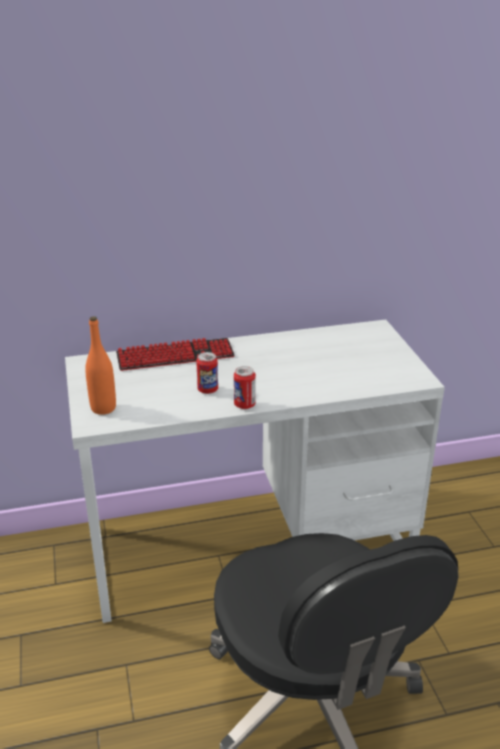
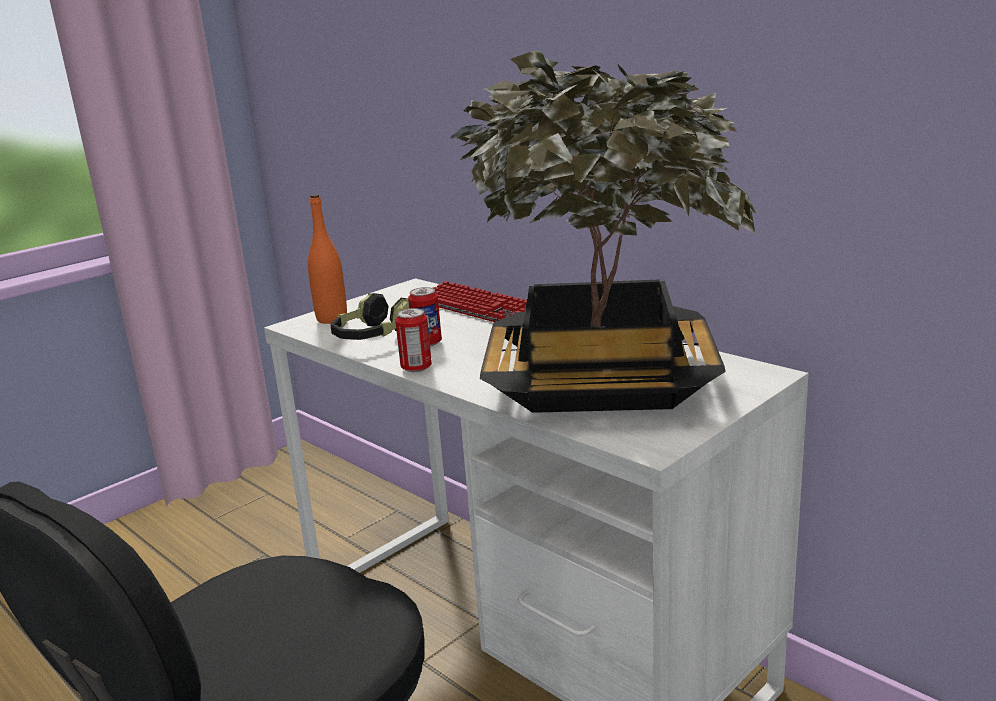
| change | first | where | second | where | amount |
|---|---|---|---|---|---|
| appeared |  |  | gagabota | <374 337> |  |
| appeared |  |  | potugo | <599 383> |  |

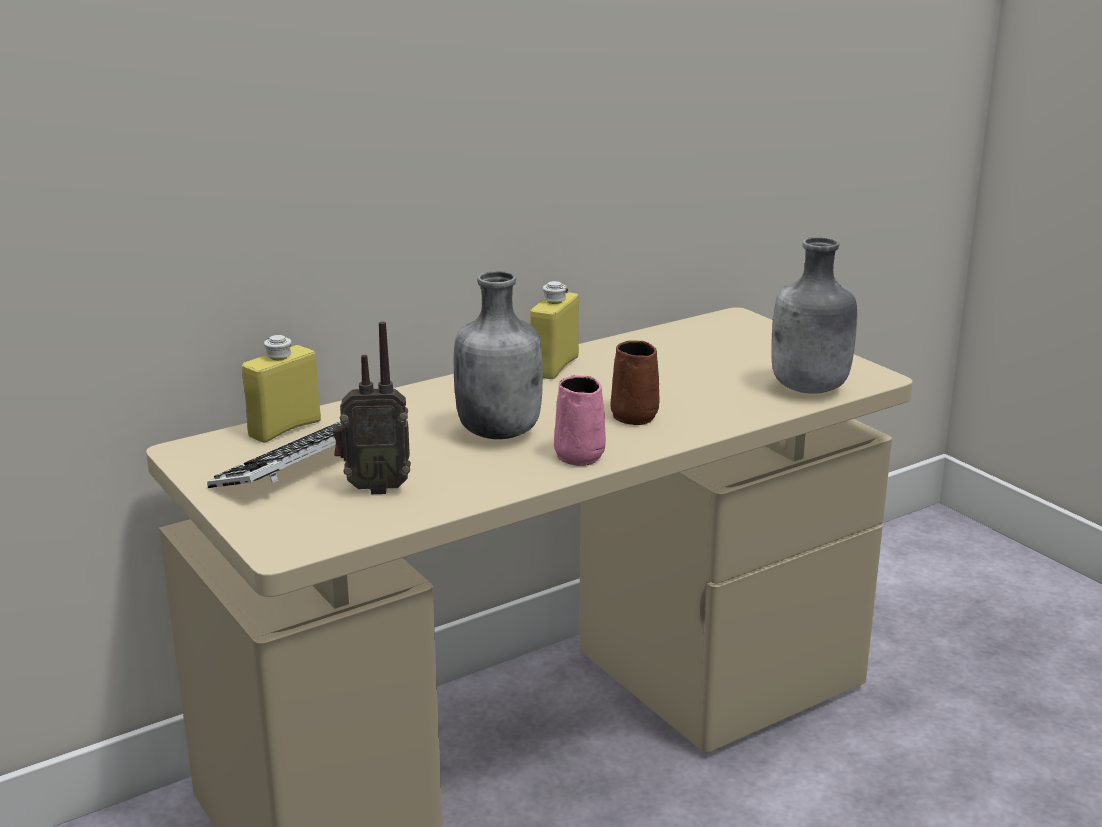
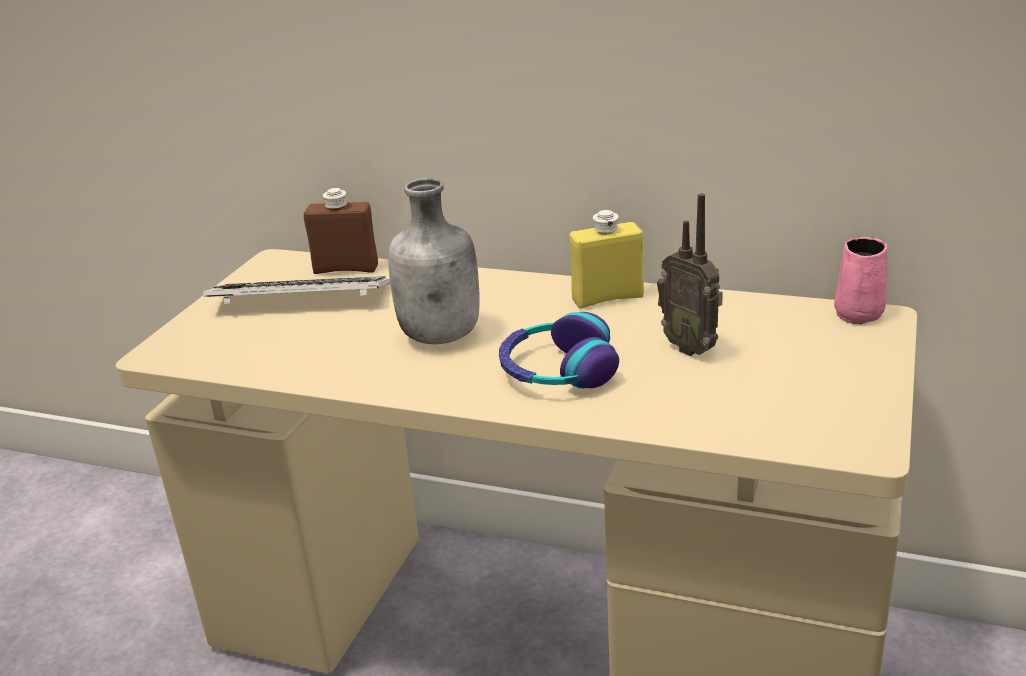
| change | first | where | second | where | amount |
|---|---|---|---|---|---|
| colour | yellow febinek | <285 428> | brown febinek | <346 269> |  |
| relocated | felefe | <375 487> |  | <691 347> |  |
| relocated | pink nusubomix | <579 455> |  | <860 313> |  |
| exchanged | brown nusubomix | <633 415> | gagabota | <557 371> |  |
| missing | grey febinek | <810 389> |  |  |  |

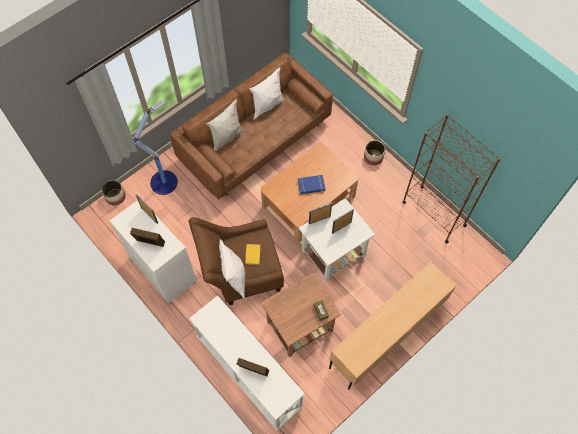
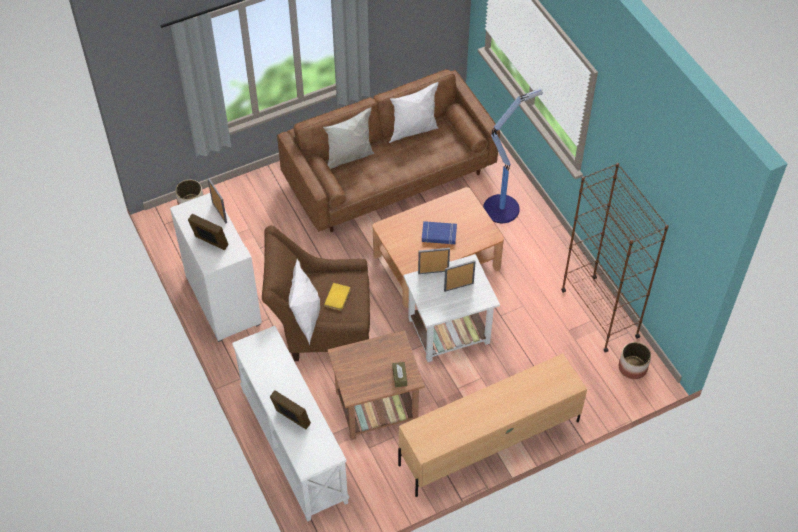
| change | first | where | second | where | amount |
|---|---|---|---|---|---|
| relocated | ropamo | <165 181> |  | <502 208> |  |
| relocated | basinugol | <373 157> |  | <632 367> |  |

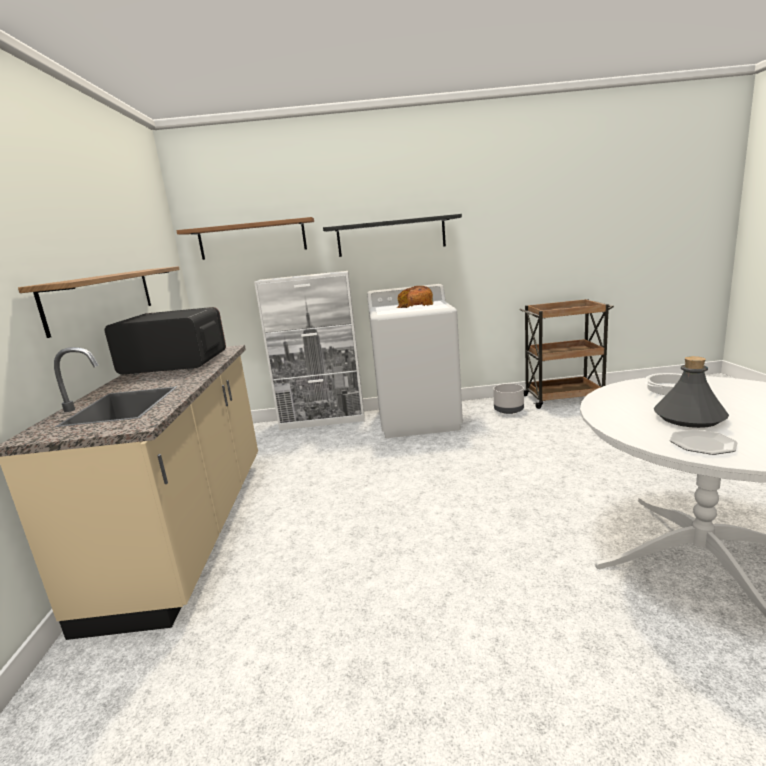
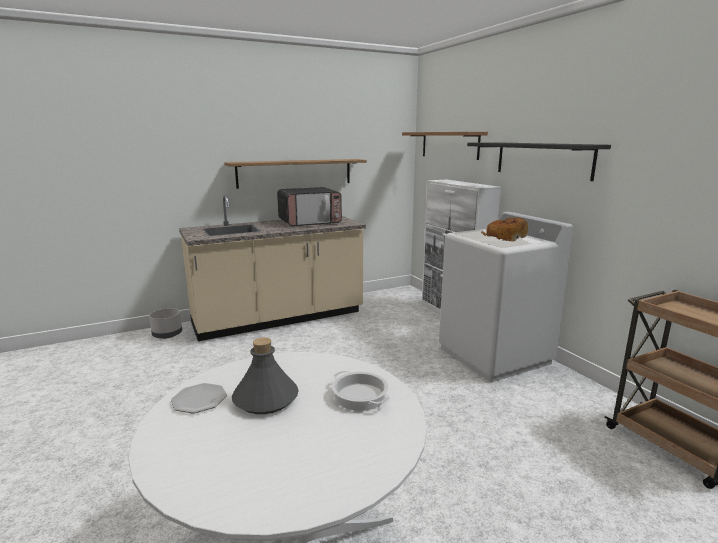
| change | first | where | second | where | amount |
|---|---|---|---|---|---|
| spun | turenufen | <174 364> |  | <310 222> | 90 degrees clockwise |
| relocated | grey basinugol | <508 410> |  | <167 334> |  |

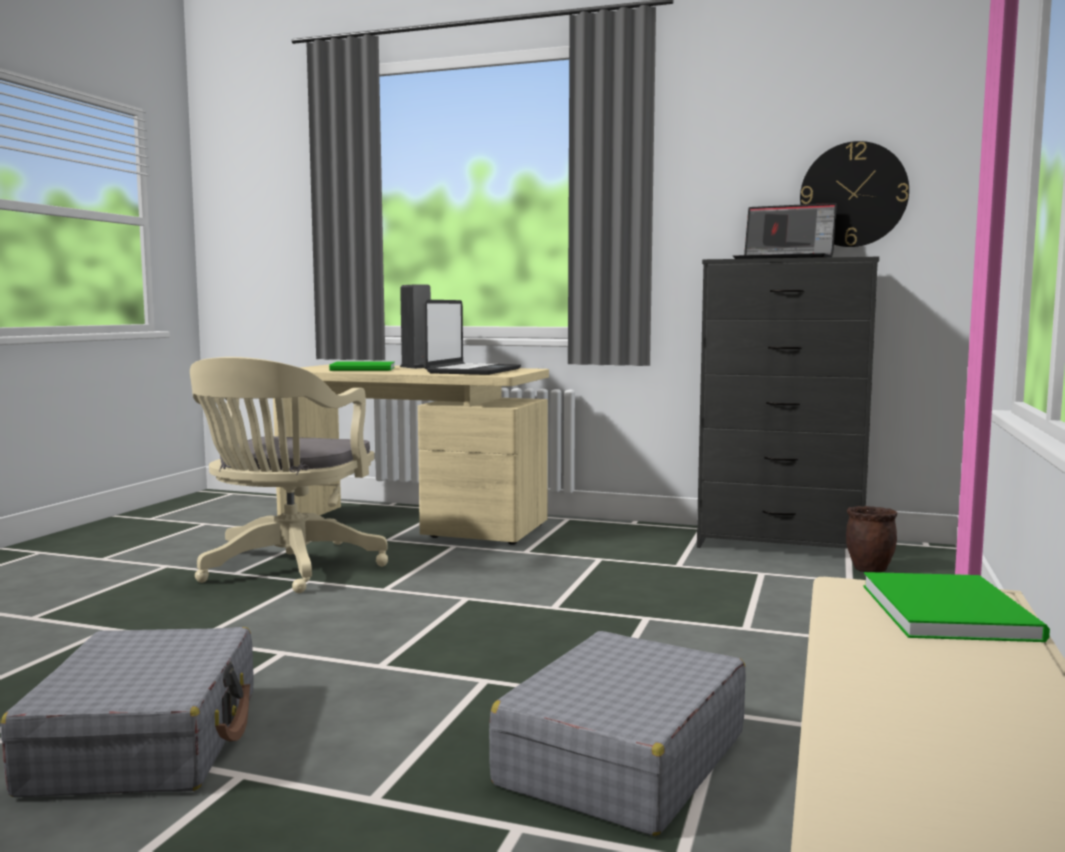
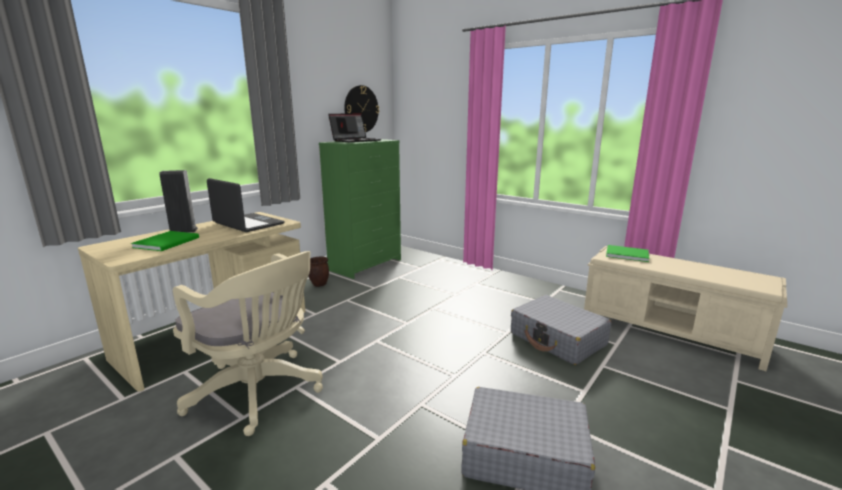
| change | first | where | second | where | amount |
|---|---|---|---|---|---|
| colour | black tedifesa | <781 544> | green tedifesa | <366 264> |  |
| relocated | brown basinugol | <870 569> |  | <319 284> |  |

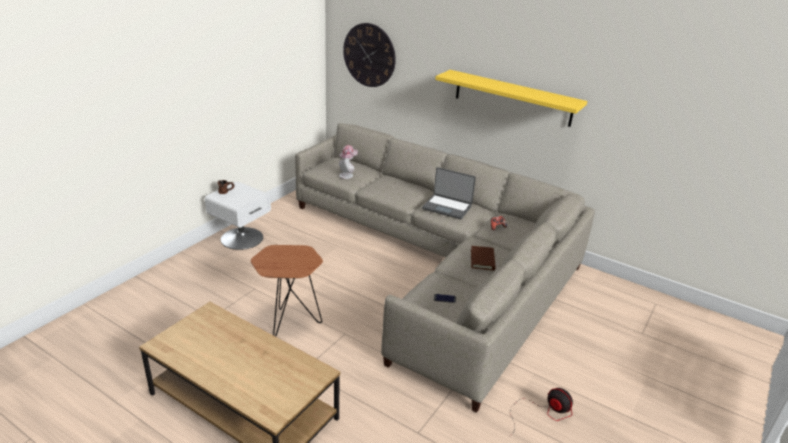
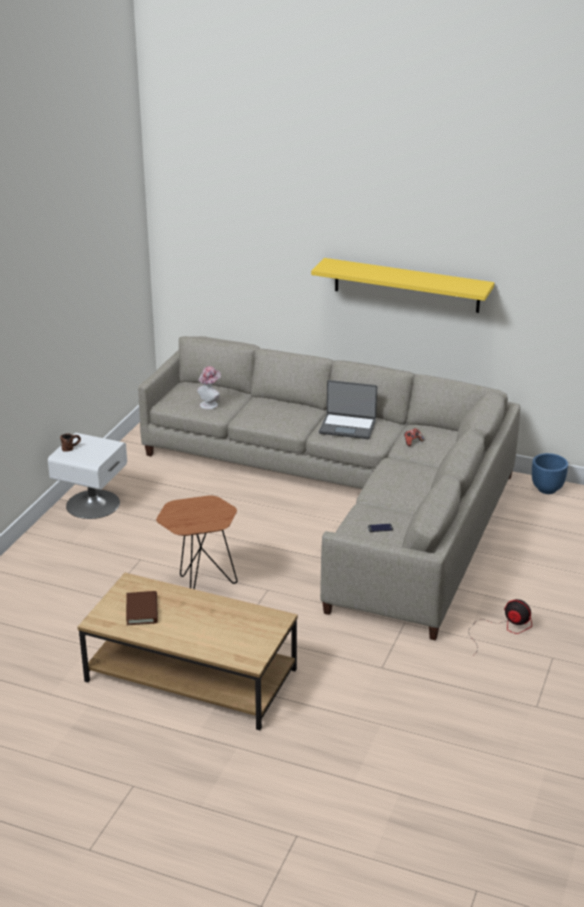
| change | first | where | second | where | amount |
|---|---|---|---|---|---|
| missing | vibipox | <369 55> |  |  |  |
| relocated | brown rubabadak | <482 260> |  | <142 610> |  |
| appeared |  |  | blue basinugol | <547 489> |  |

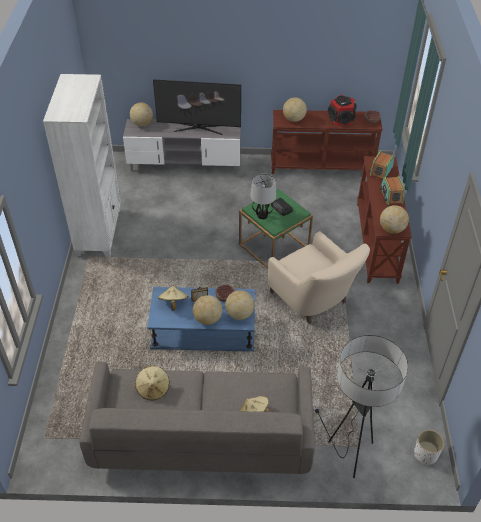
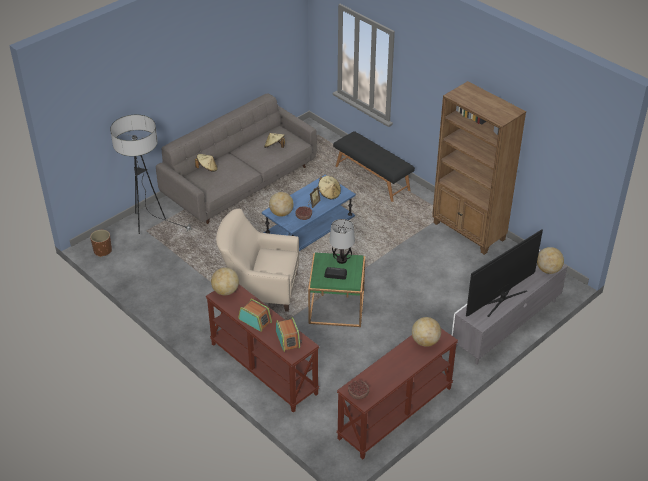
| change | first | where | second | where | amount |
|---|---|---|---|---|---|
| colour | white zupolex | <99 231> | brown zupolex | <469 231> |  |
| missing | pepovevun | <207 319> |  |  |  |
| missing | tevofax | <341 119> |  |  |  |
| colour | white basinugol | <425 454> | brown basinugol | <102 251> |  |
| appeared |  |  | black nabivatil | <372 178> |  |

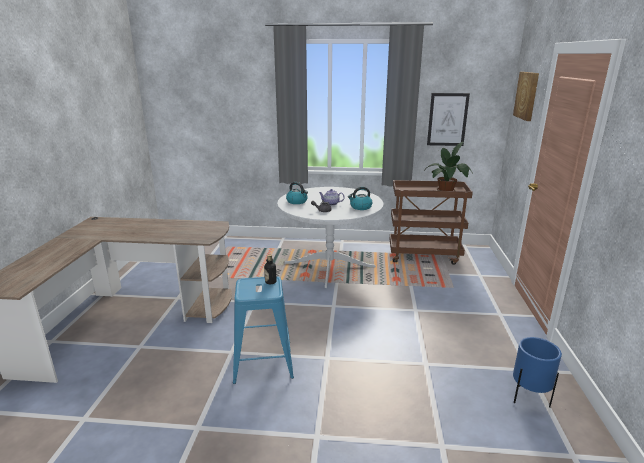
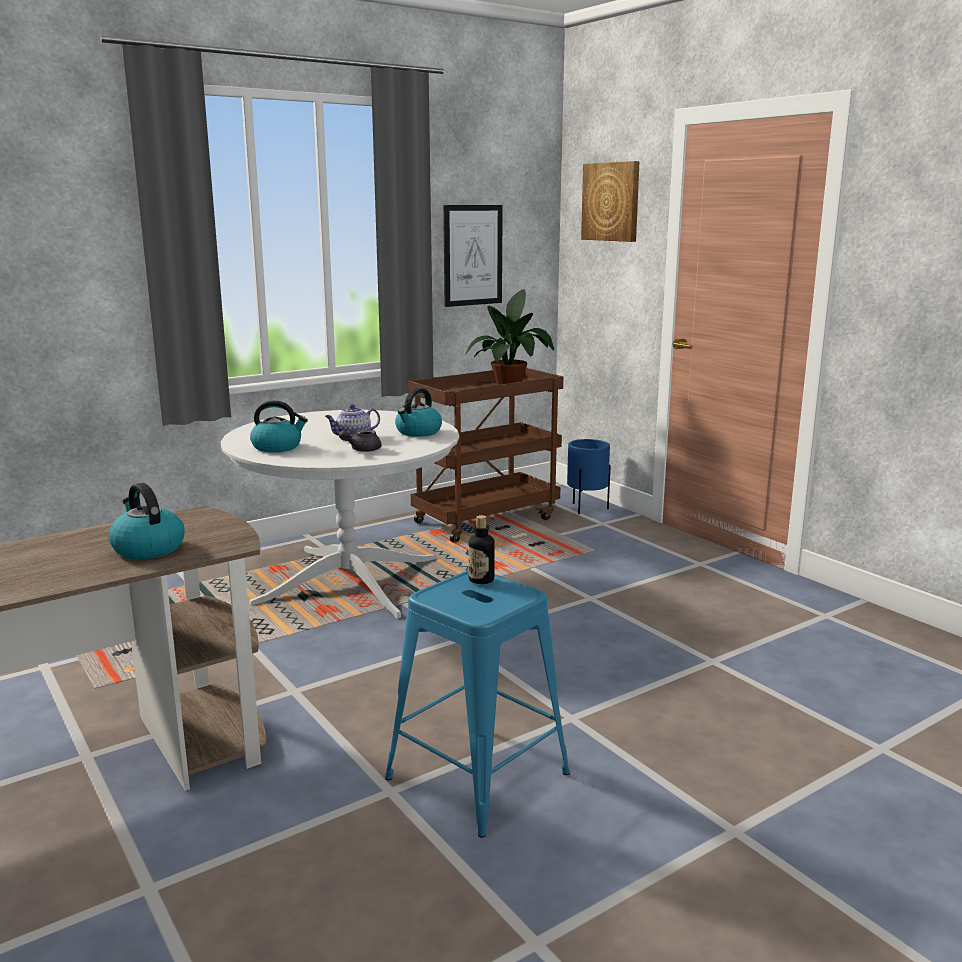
| change | first | where | second | where | amount |
|---|---|---|---|---|---|
| relocated | blue basinugol | <529 398> |  | <587 509> |  |
| appeared |  |  | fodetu | <147 548> |  |

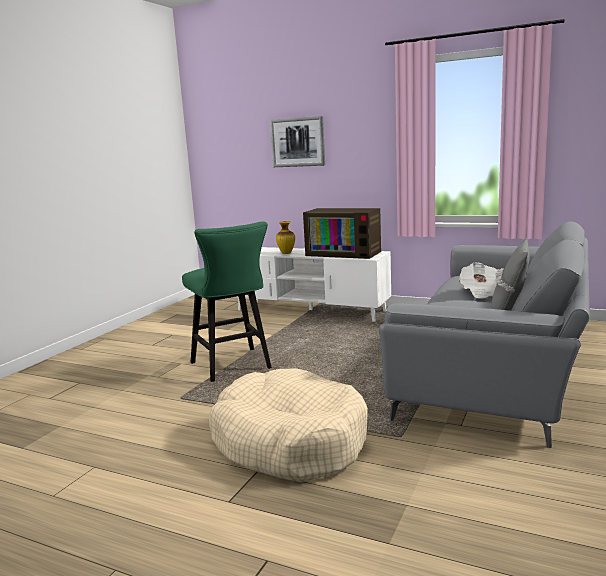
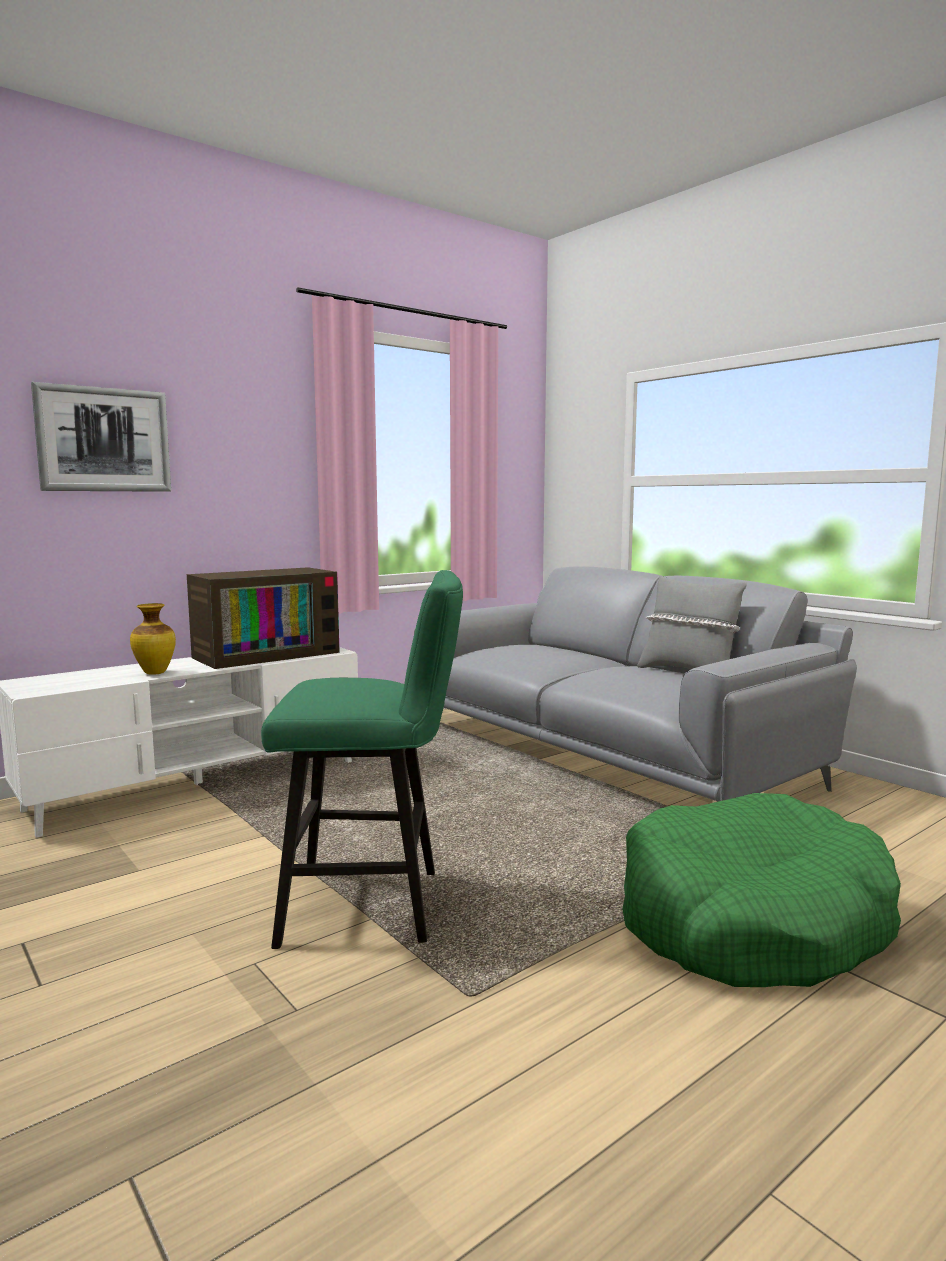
| change | first | where | second | where | amount |
|---|---|---|---|---|---|
| colour | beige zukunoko | <289 442> | green zukunoko | <750 921> |  |
| missing | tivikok | <480 292> |  |  |  |

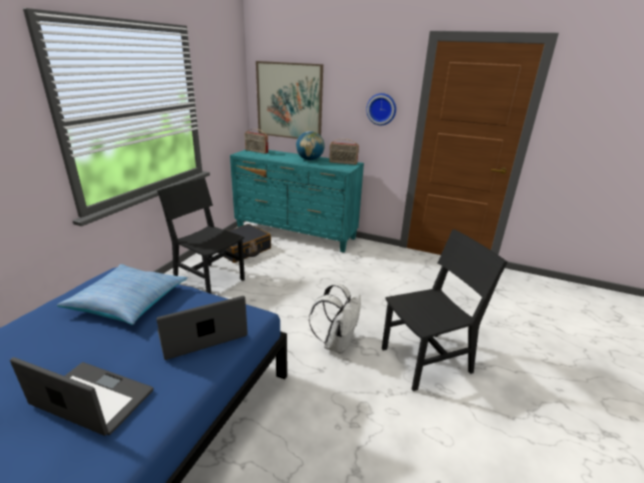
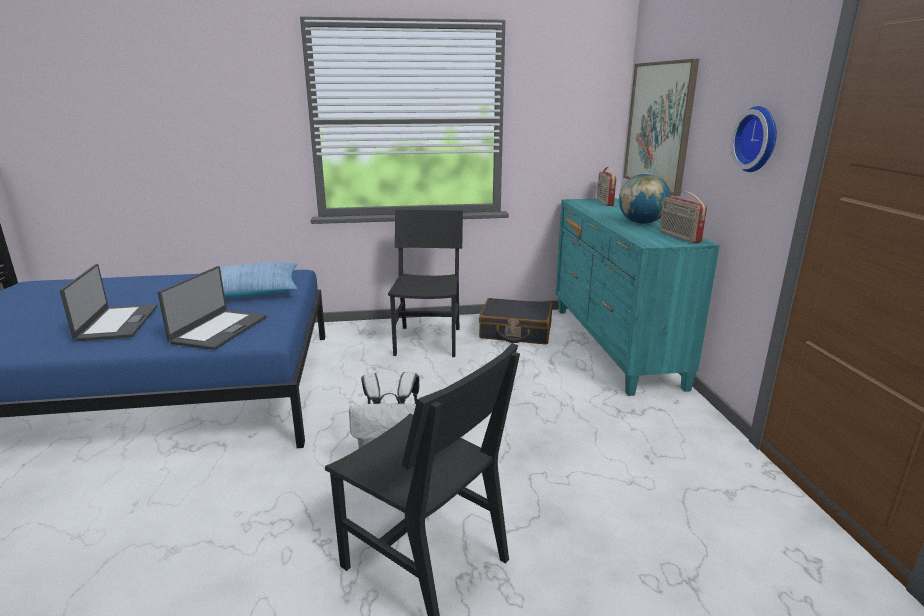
| change | first | where | second | where | amount |
|---|---|---|---|---|---|
| spun | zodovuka | <203 335> |  | <218 329> | 75 degrees clockwise |

